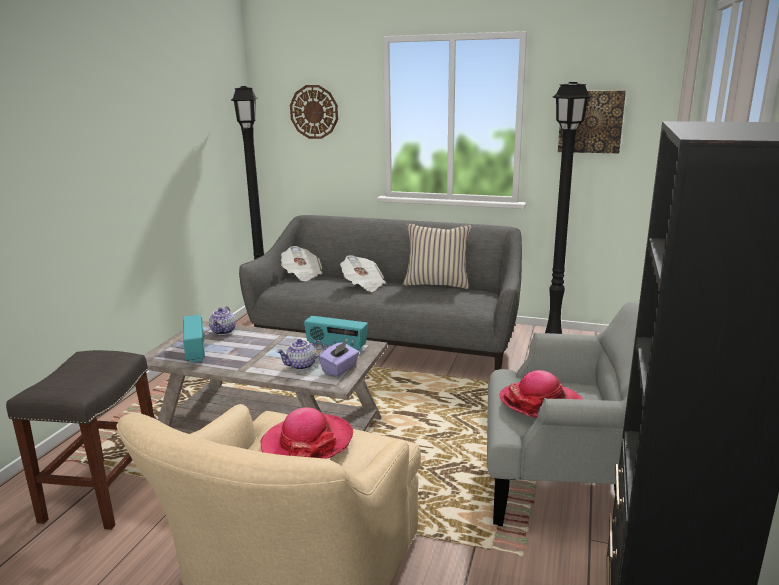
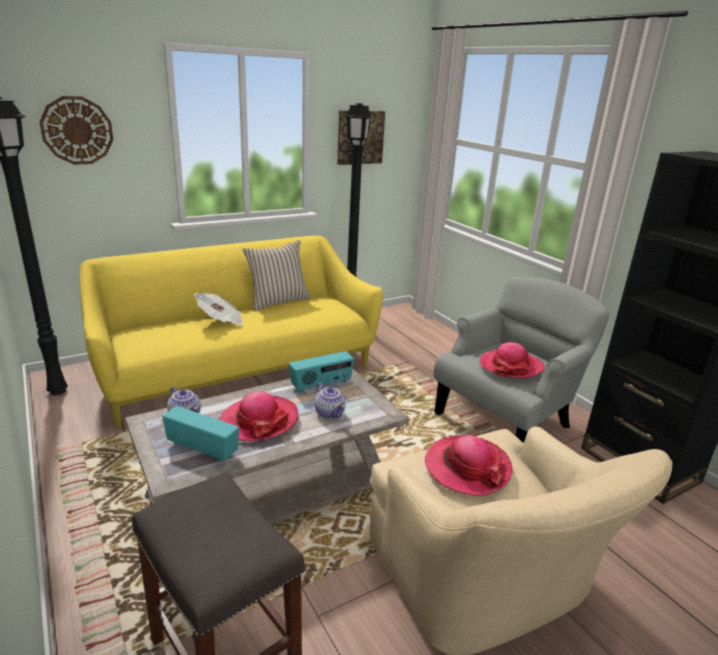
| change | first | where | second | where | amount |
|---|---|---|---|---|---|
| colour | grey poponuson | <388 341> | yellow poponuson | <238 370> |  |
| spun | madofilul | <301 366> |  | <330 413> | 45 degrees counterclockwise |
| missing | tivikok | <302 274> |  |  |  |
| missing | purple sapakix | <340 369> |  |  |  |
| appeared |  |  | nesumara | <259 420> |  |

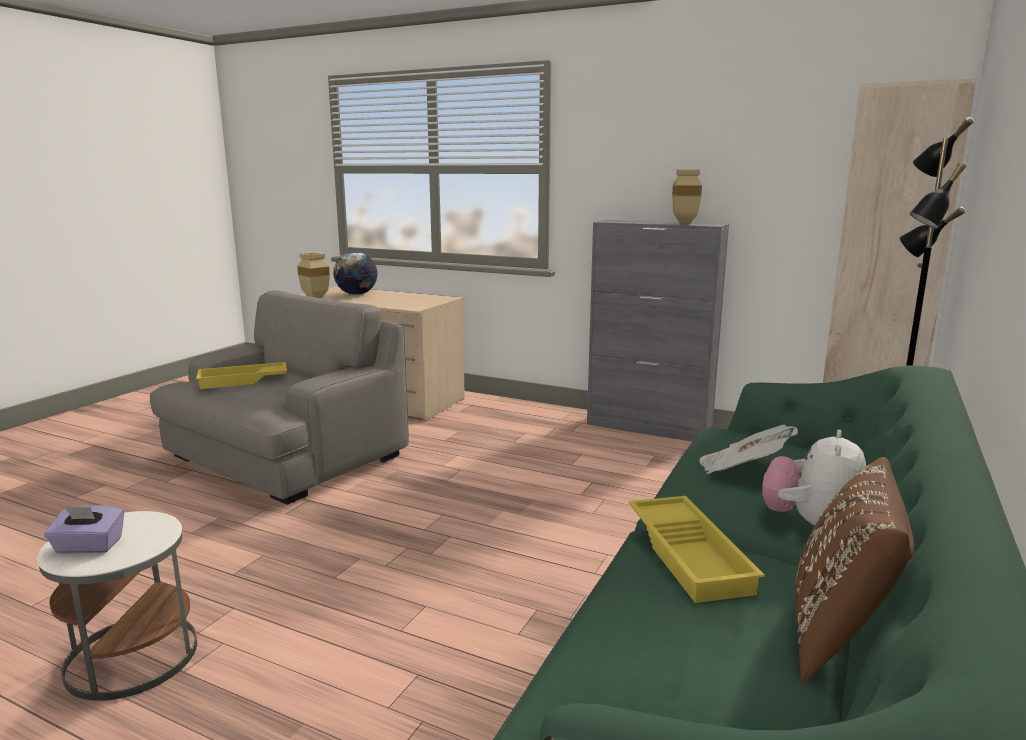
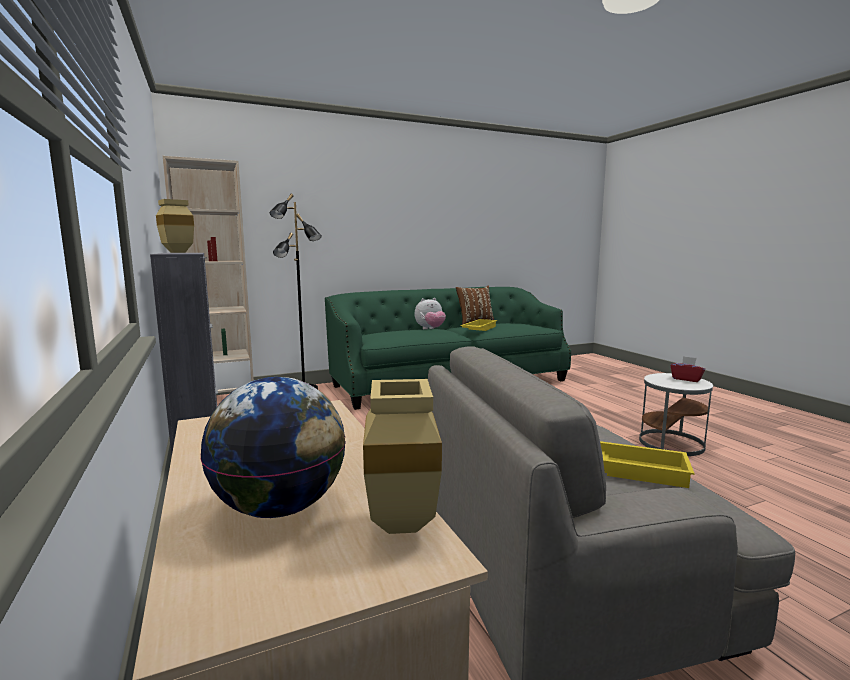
| change | first | where | second | where | amount |
|---|---|---|---|---|---|
| colour | purple sapakix | <89 547> | red sapakix | <686 379> |  |
| missing | tivikok | <742 471> |  |  |  |

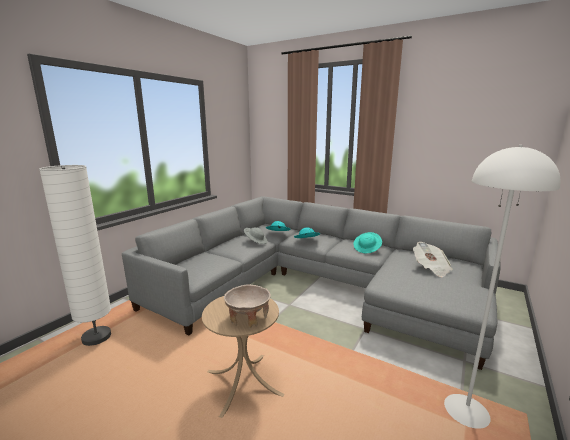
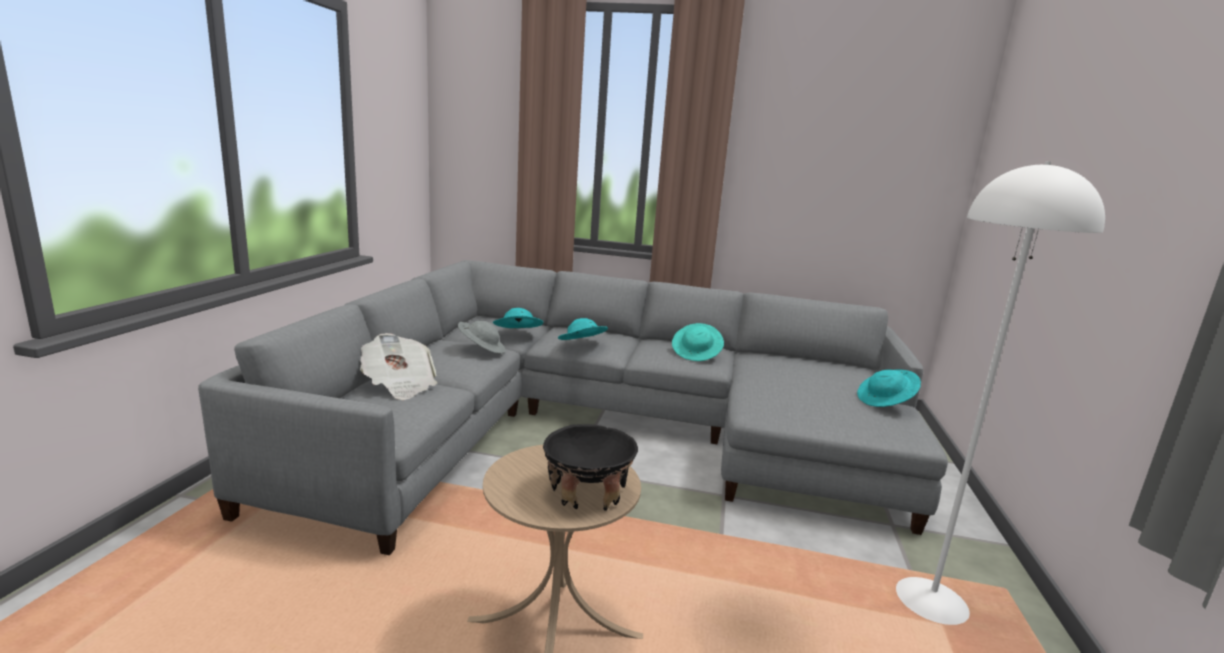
| change | first | where | second | where | amount |
|---|---|---|---|---|---|
| missing | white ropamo | <96 337> |  |  |  |
| colour | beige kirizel | <248 318> | black kirizel | <587 492> |  |
| relocated | tivikok | <431 268> |  | <399 385> |  |
| appeared |  |  | turquoise nesumara | <885 401> |  |

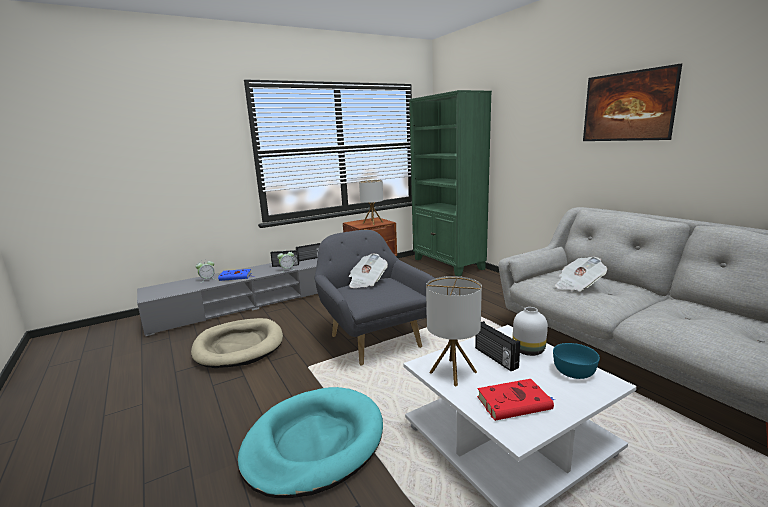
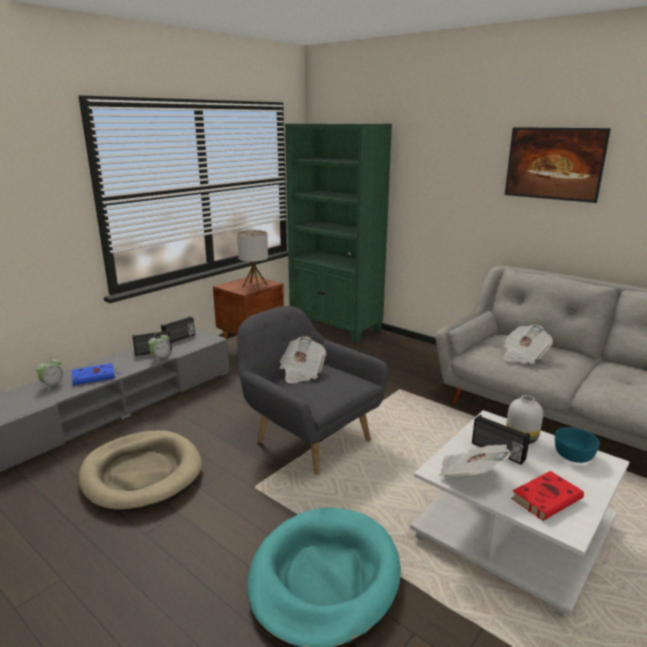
| change | first | where | second | where | amount |
|---|---|---|---|---|---|
| exchanged | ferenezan | <452 372> | tivikok | <470 475> |  |

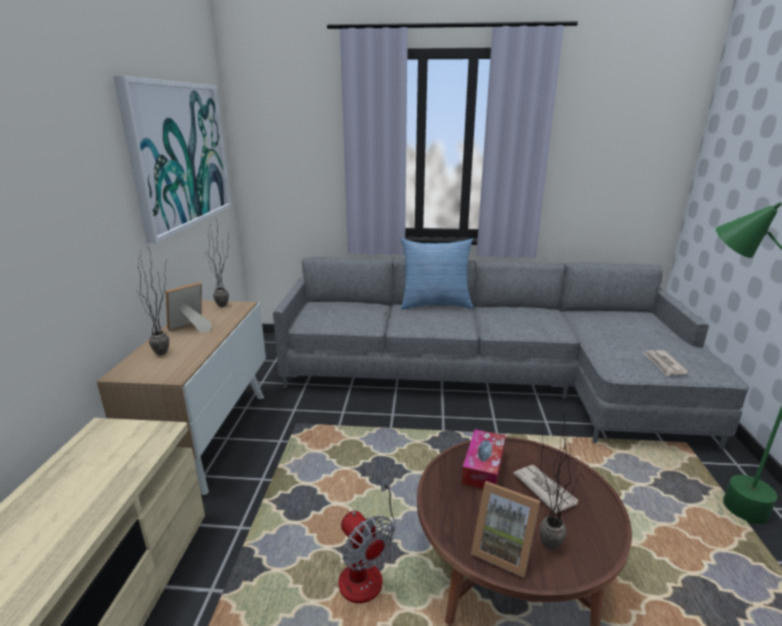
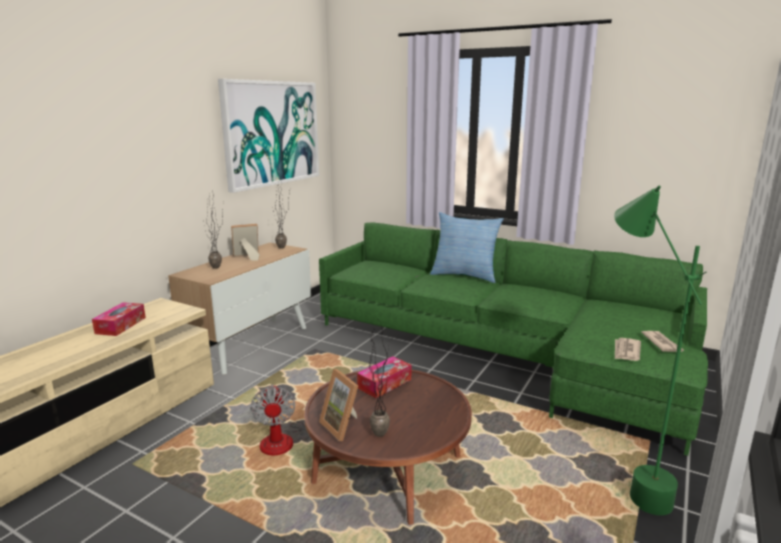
| change | first | where | second | where | amount |
|---|---|---|---|---|---|
| colour | grey poponuson | <495 378> | green poponuson | <507 353> |  |
| relocated | tivikok | <544 489> |  | <661 343> |  |
| appeared |  |  | sapakix | <121 325> |  |

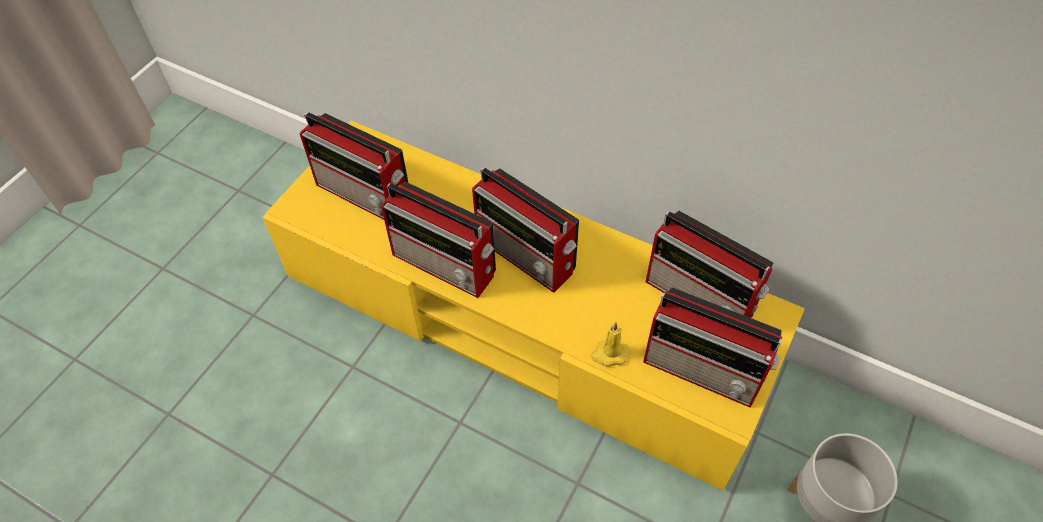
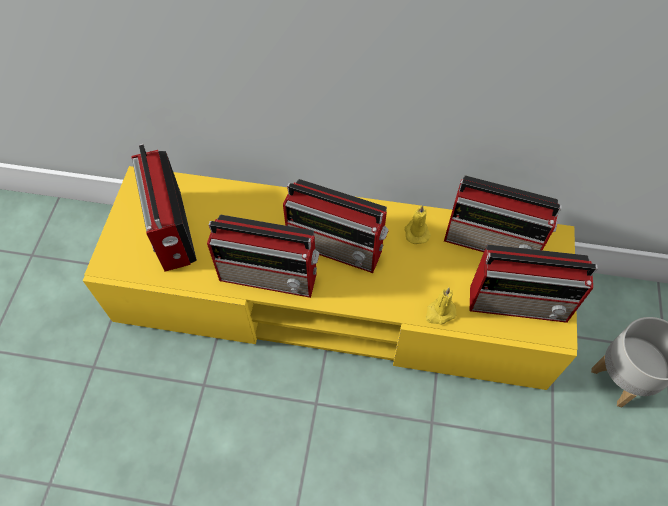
| change | first | where | second | where | amount |
|---|---|---|---|---|---|
| spun | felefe | <365 195> |  | <171 232> | 60 degrees clockwise |
| appeared |  |  | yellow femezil | <416 232> |  |

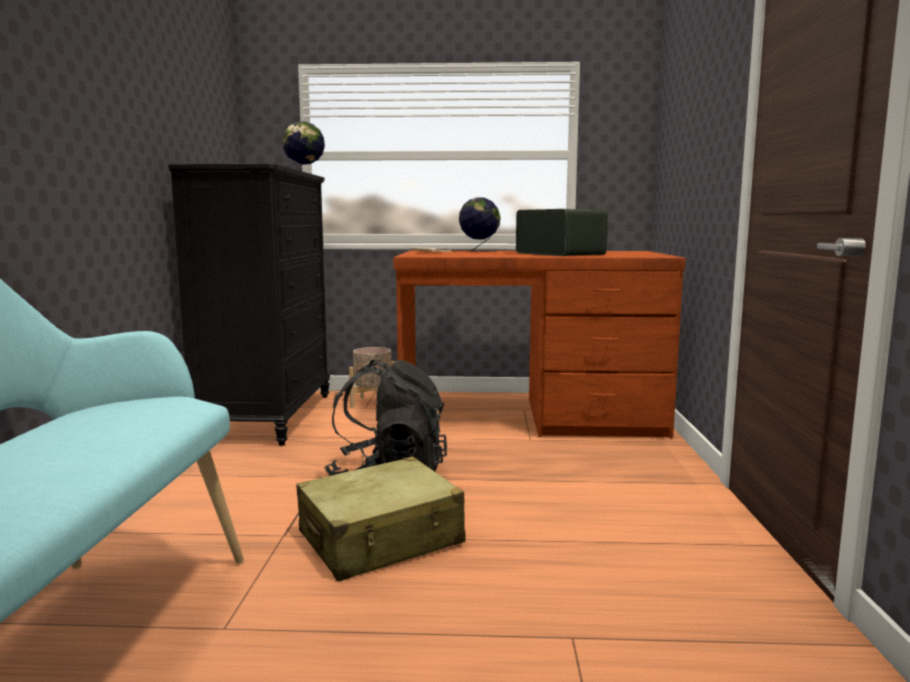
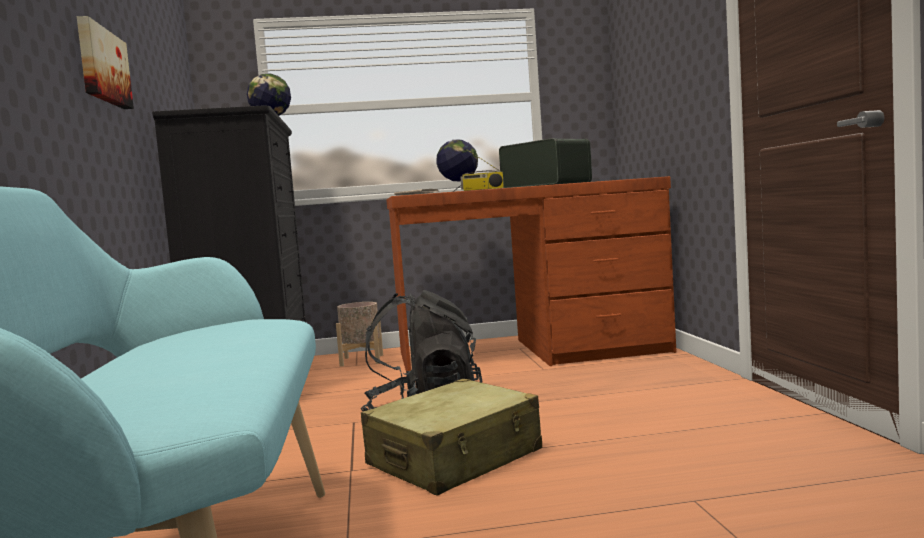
| change | first | where | second | where | amount |
|---|---|---|---|---|---|
| appeared |  |  | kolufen | <102 66> |  |
| appeared |  |  | felefe | <482 189> |  |

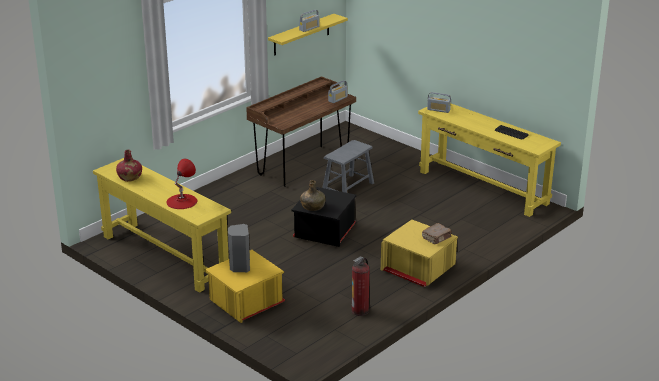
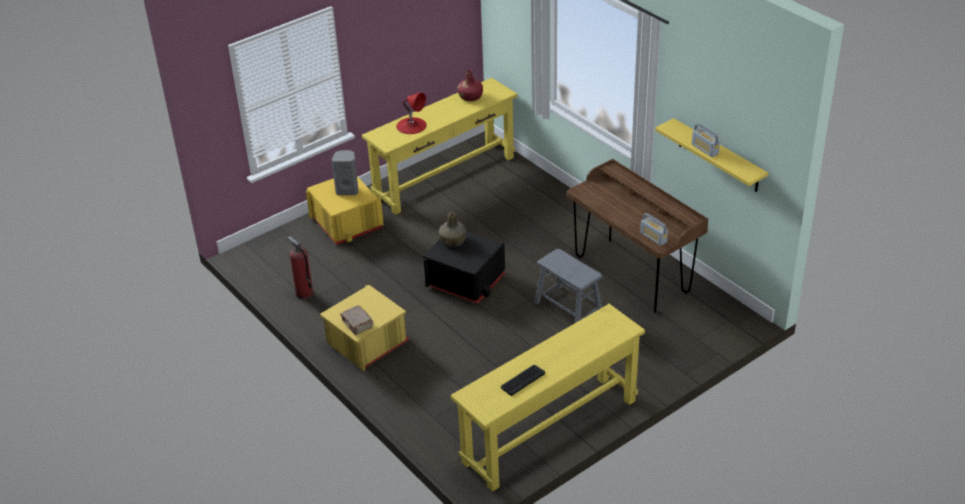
| change | first | where | second | where | amount |
|---|---|---|---|---|---|
| missing | felefe | <438 110> |  |  |  |

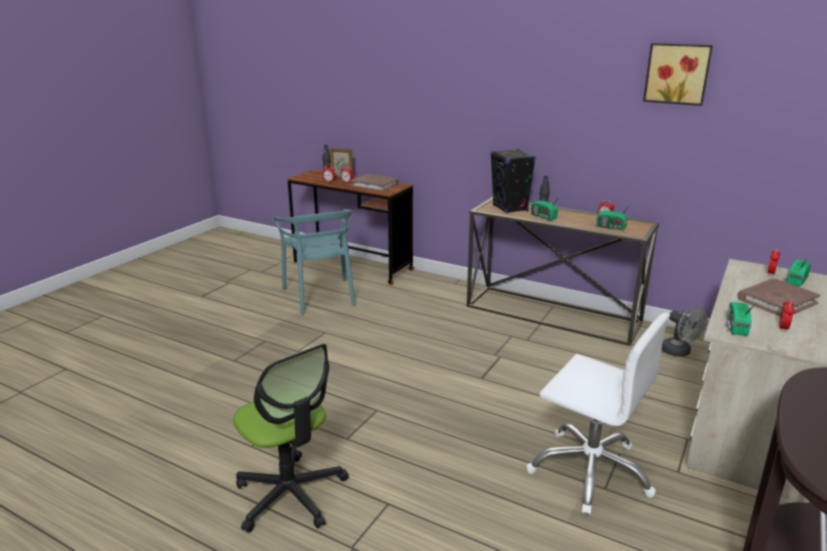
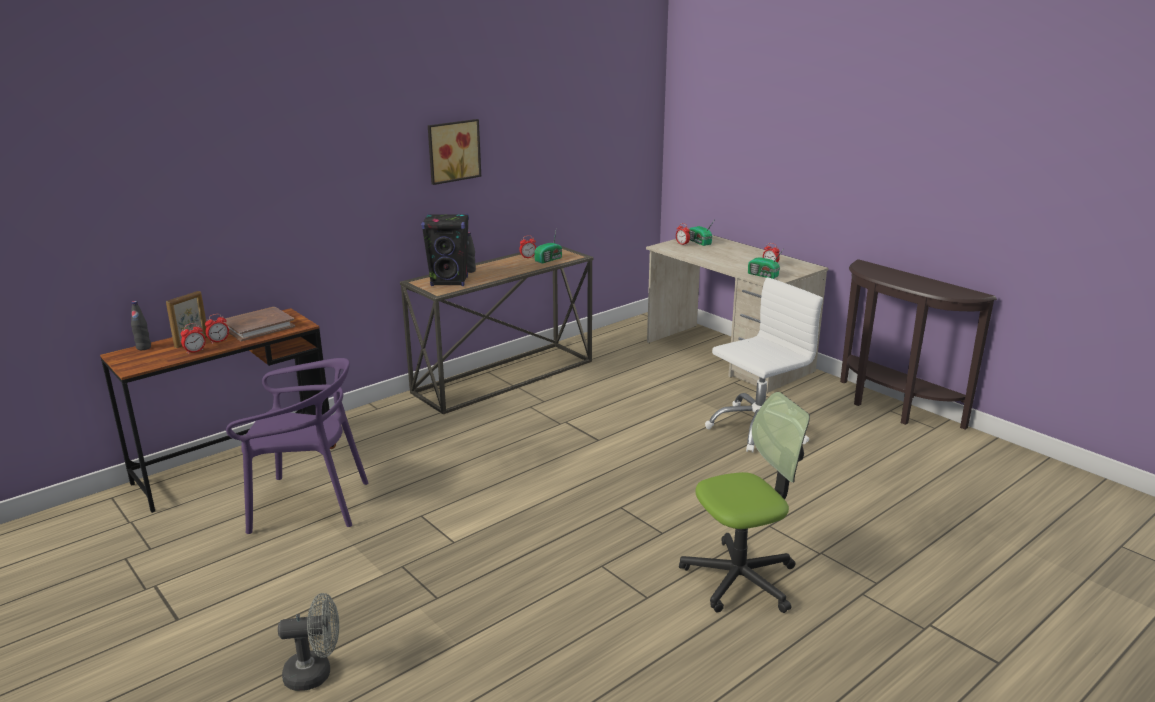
| change | first | where | second | where | amount |
|---|---|---|---|---|---|
| colour | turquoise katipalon | <321 296> | purple katipalon | <309 504> |  |
| missing | felefe | <544 217> |  |  |  |
| relocated | kolufen | <677 73> |  | <452 151> |  |
| relocated | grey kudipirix | <679 352> |  | <316 673> |  |
| missing | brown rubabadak | <776 301> |  |  |  |

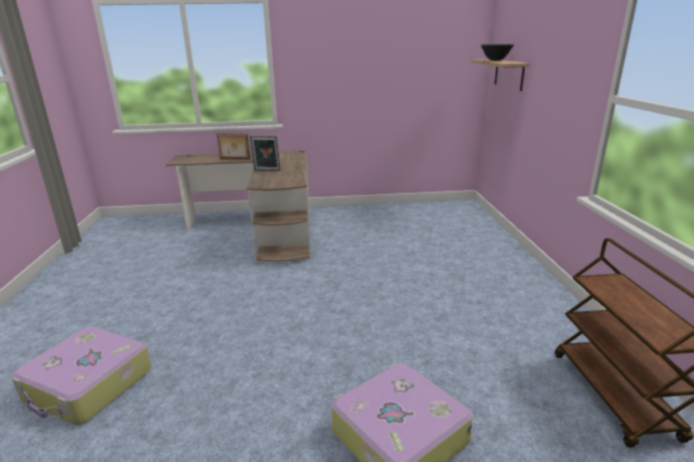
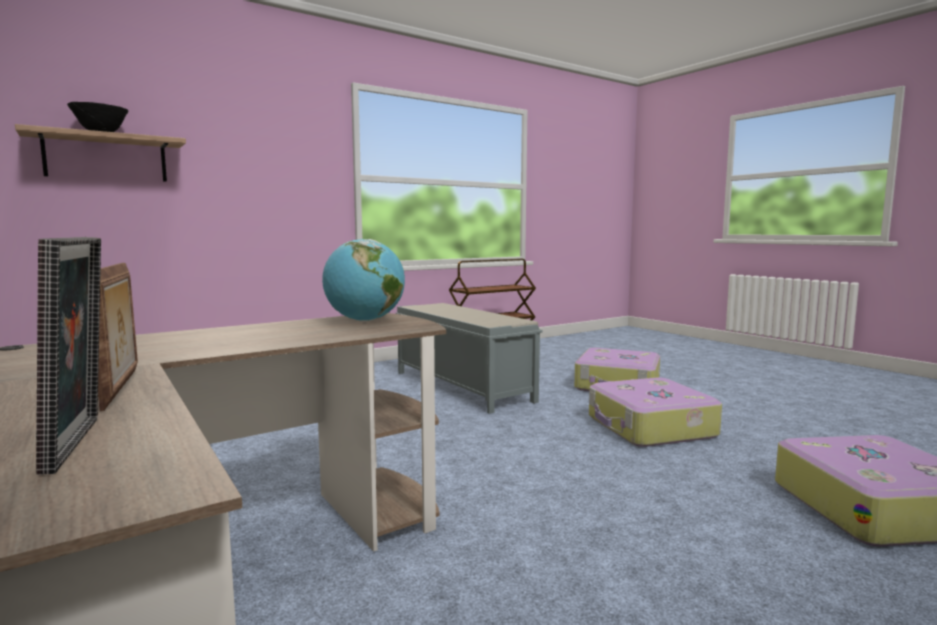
| change | first | where | second | where | amount |
|---|---|---|---|---|---|
| relocated | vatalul | <266 171> |  | <83 443> |  |
| appeared |  |  | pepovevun | <365 321> |  |
| appeared |  |  | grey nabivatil | <461 386> |  |
| appeared |  |  | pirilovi | <649 427> |  |

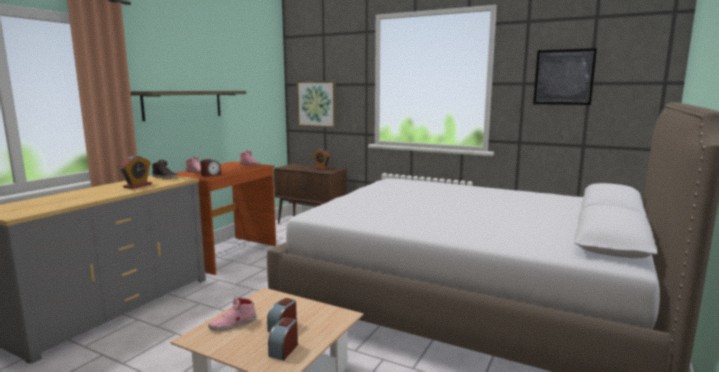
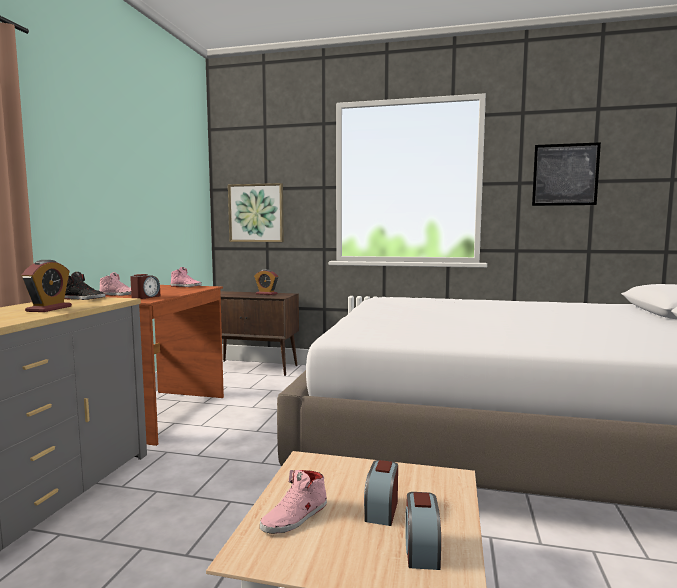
| change | first | where | second | where | amount |
|---|---|---|---|---|---|
| missing | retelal | <183 104> |  |  |  |

